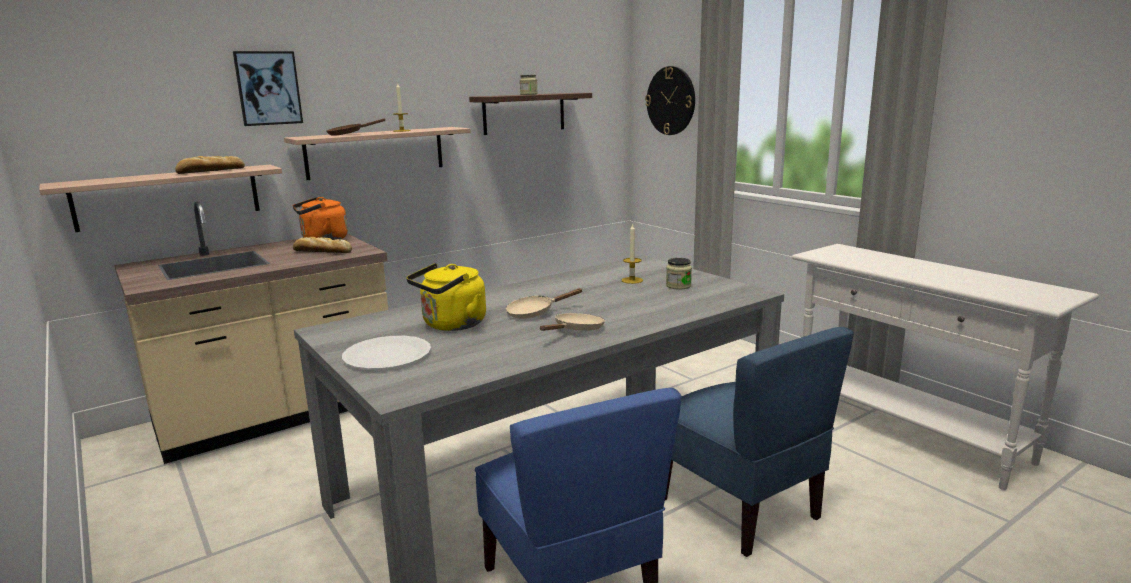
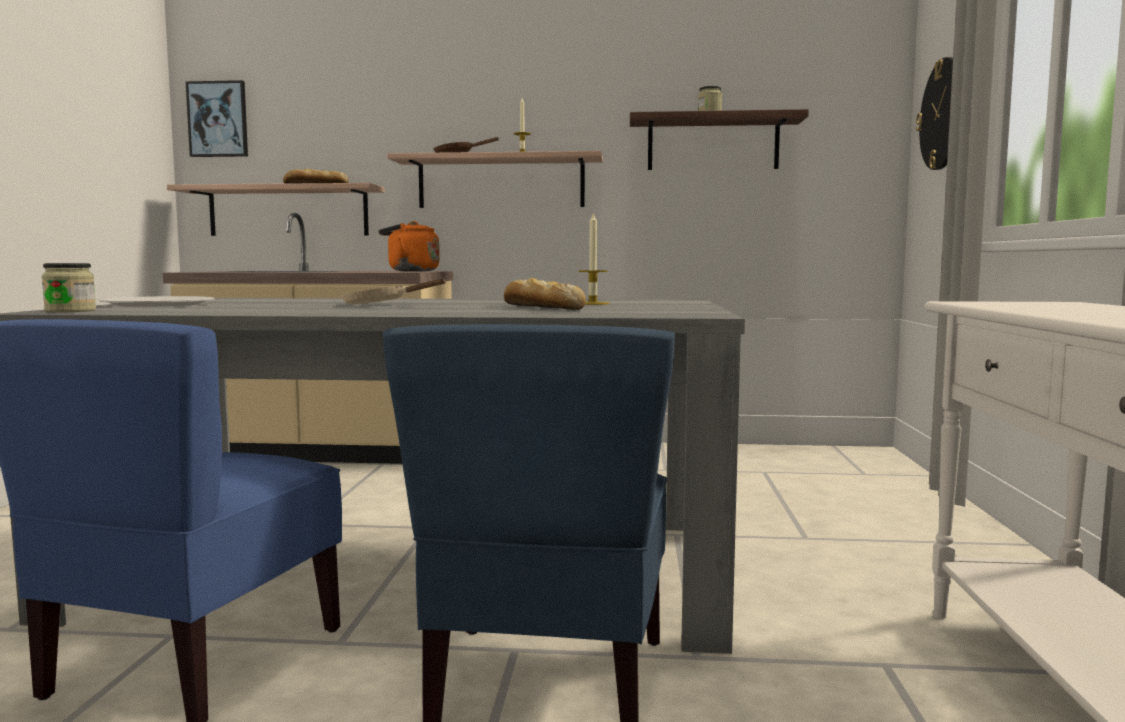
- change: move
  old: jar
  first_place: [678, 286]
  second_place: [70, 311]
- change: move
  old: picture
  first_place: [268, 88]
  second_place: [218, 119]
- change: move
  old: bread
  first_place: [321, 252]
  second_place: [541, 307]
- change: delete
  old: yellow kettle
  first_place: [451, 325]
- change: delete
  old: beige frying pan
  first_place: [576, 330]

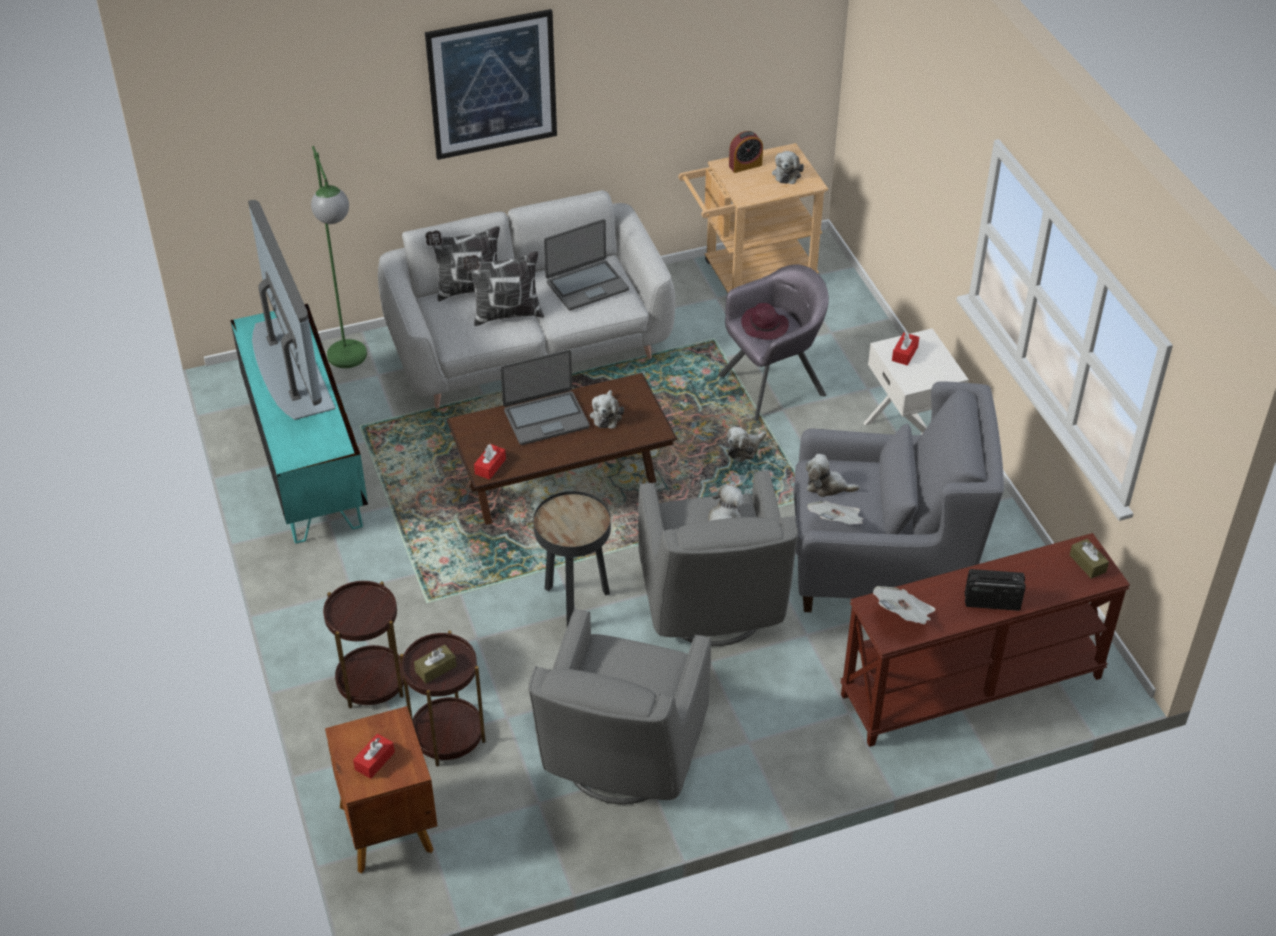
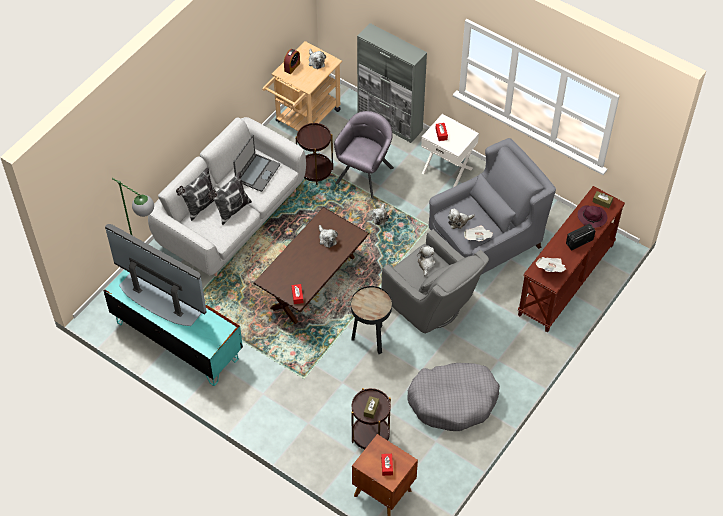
- change: move
  old: brown side table
  first_place: [371, 682]
  second_place: [315, 170]
- change: insert
  new: grey cabinet
  second_place: [390, 122]
- change: replace
  old: grey armchair
  new: grey dog bed
  first_place: [620, 760]
  second_place: [453, 401]
- change: move
  old: purple hat
  first_place: [765, 326]
  second_place: [592, 217]
- change: delete
  old: picture
  first_place: [492, 84]
- change: delete
  old: laptop
  first_place: [546, 418]

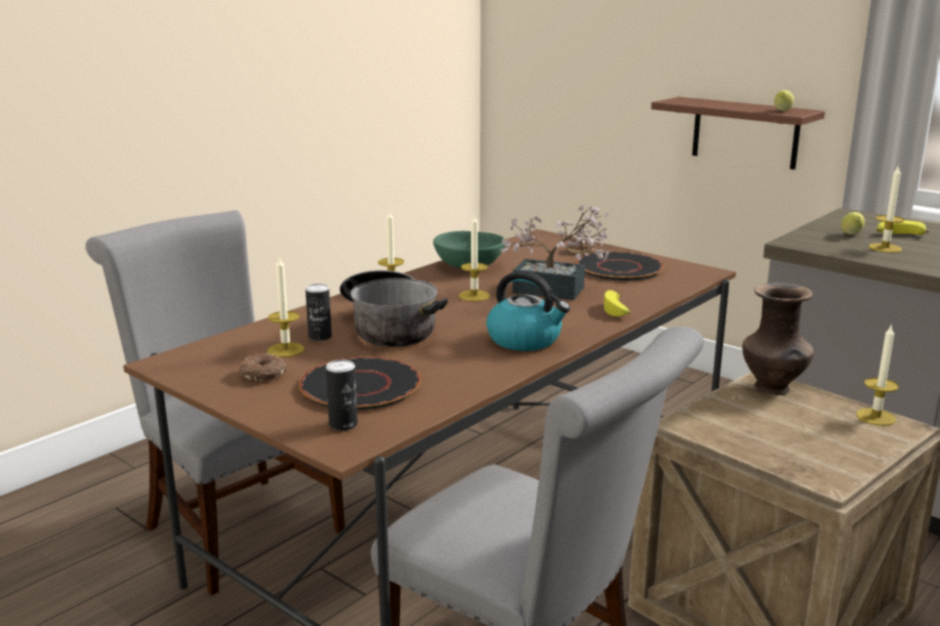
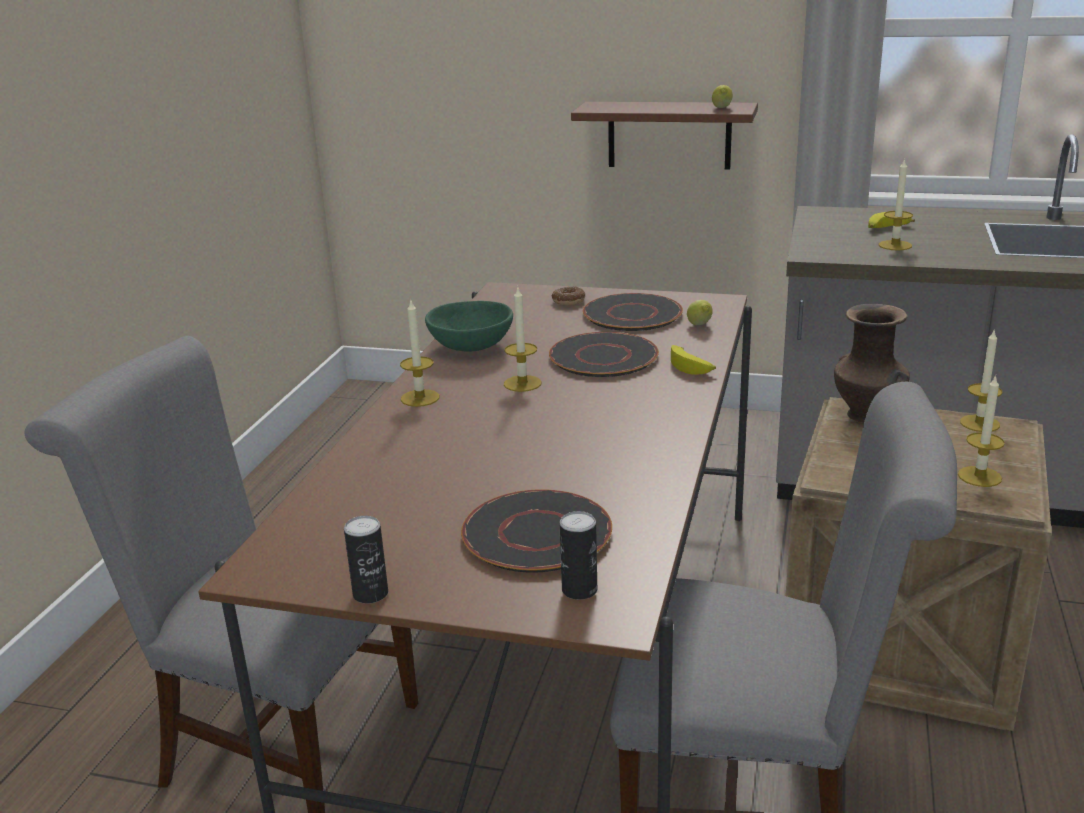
- change: move
  old: can
  first_place: [320, 337]
  second_place: [370, 594]
- change: replace
  old: potted plant
  new: black plate
  first_place: [557, 291]
  second_place: [603, 357]
- change: move
  old: lemon
  first_place: [851, 235]
  second_place: [700, 325]
- change: move
  old: candle
  first_place: [286, 350]
  second_place: [979, 476]
- change: delete
  old: donut
  first_place: [263, 375]
- change: delete
  old: cooking pot
  first_place: [390, 327]
- change: delete
  old: kettle
  first_place: [525, 340]

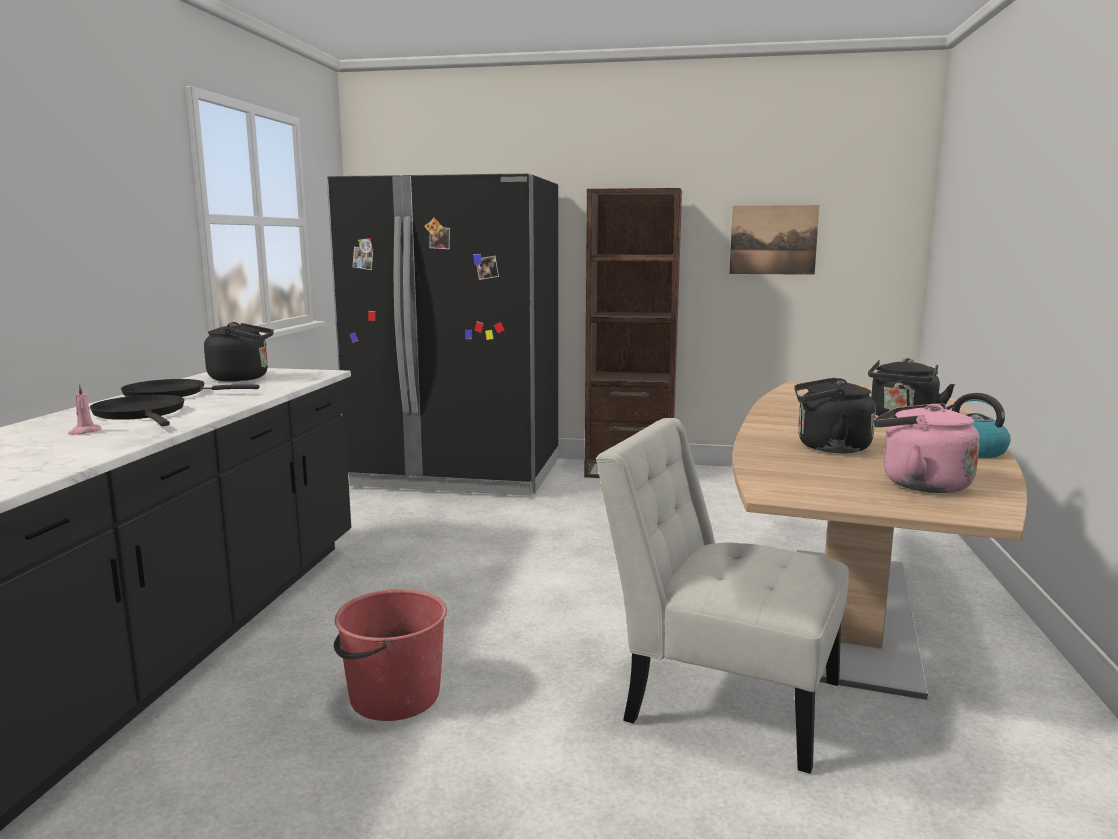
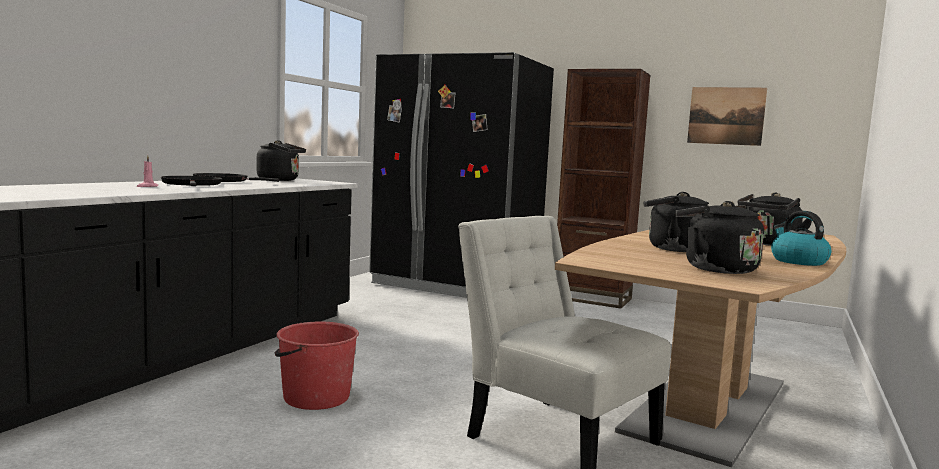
- change: recolor
  old: pink kettle
  new: black kettle
  first_place: [919, 484]
  second_place: [715, 269]

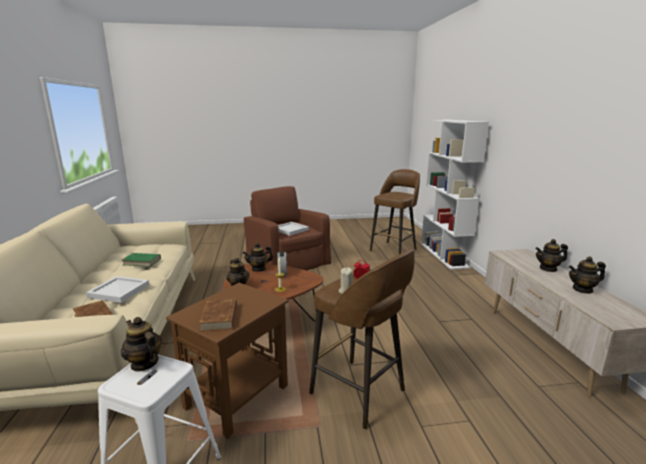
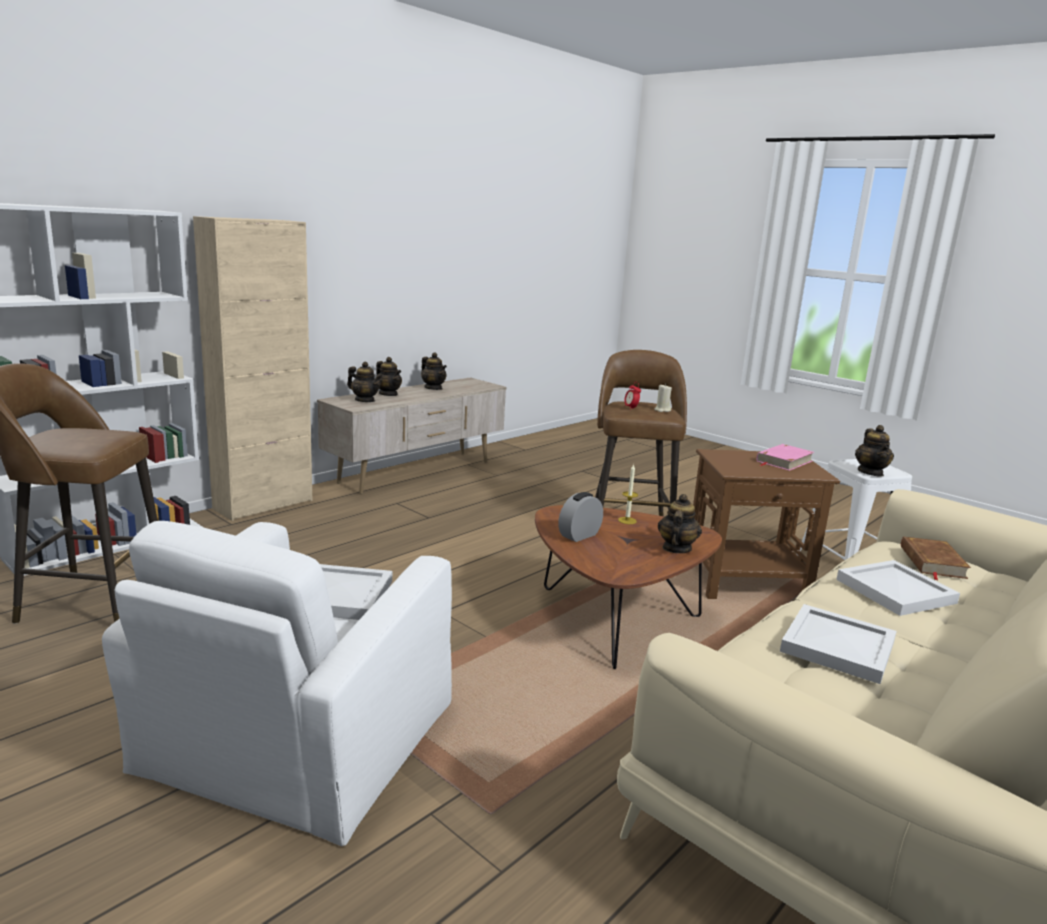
- change: recolor
  old: brown armchair
  new: white armchair
  first_place: [287, 260]
  second_place: [297, 738]
- change: insert
  new: beige cabinet
  second_place: [263, 504]
- change: move
  old: teapot
  first_place: [258, 269]
  second_place: [365, 400]
- change: recolor
  old: brown book
  new: pink book
  first_place: [219, 317]
  second_place: [784, 461]
- change: replace
  old: green book
  new: white tray
  first_place: [141, 262]
  second_place: [836, 647]

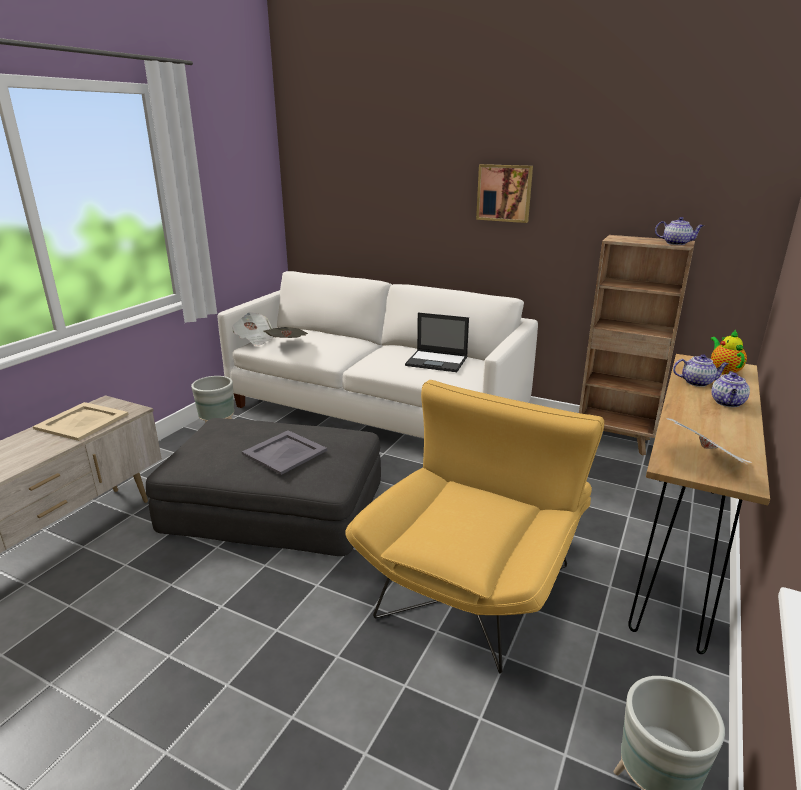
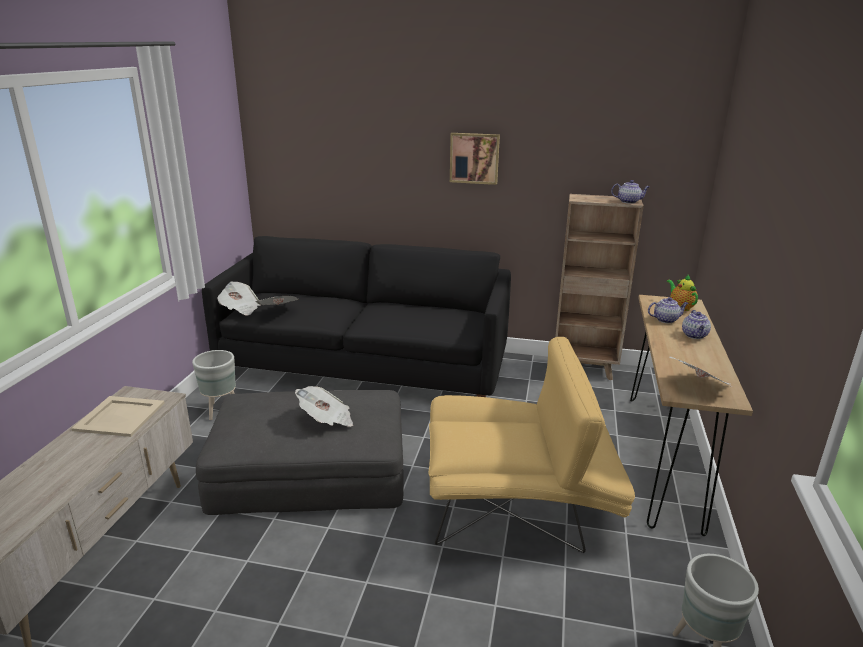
- change: recolor
  old: white sofa
  new: black sofa
  first_place: [376, 411]
  second_place: [365, 366]
- change: replace
  old: grey tray
  new: newspaper
  first_place: [285, 452]
  second_place: [326, 420]
- change: rotate
  old: yellow armchair
  first_place: [477, 578]
  second_place: [518, 507]
  degrees: 75
- change: delete
  old: laptop
  first_place: [437, 361]

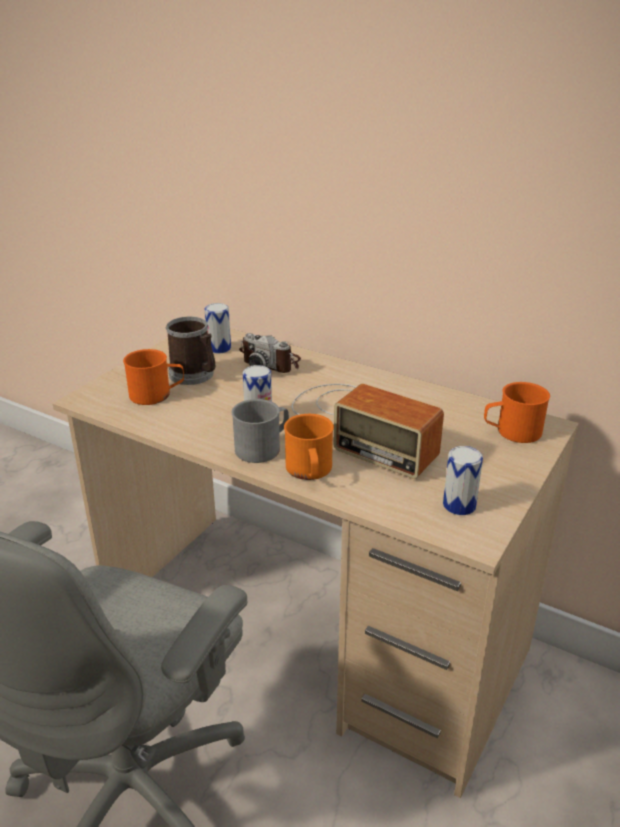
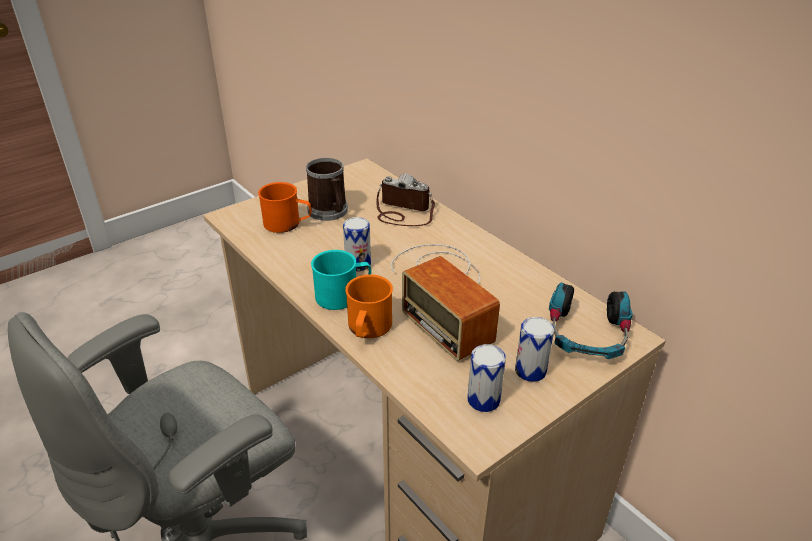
- change: recolor
  old: grey mug
  new: turquoise mug
  first_place: [263, 447]
  second_place: [343, 295]
- change: rotate
  old: photo camera
  first_place: [272, 362]
  second_place: [403, 212]
  degrees: 150
- change: move
  old: can
  first_place: [219, 348]
  second_place: [530, 371]
- change: replace
  old: orange mug
  new: headphones
  first_place: [512, 432]
  second_place: [586, 334]

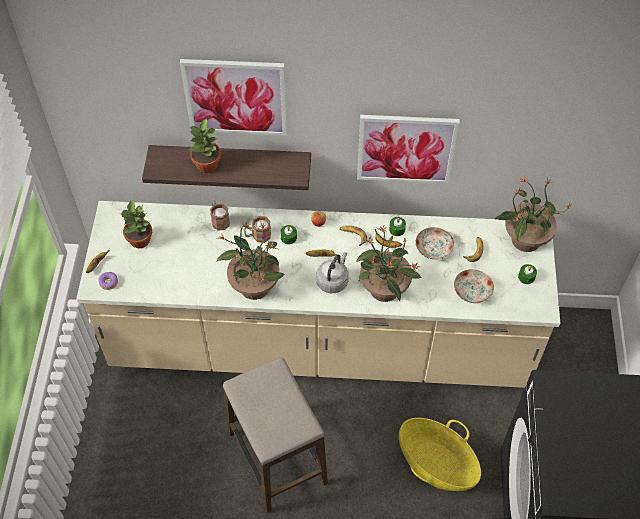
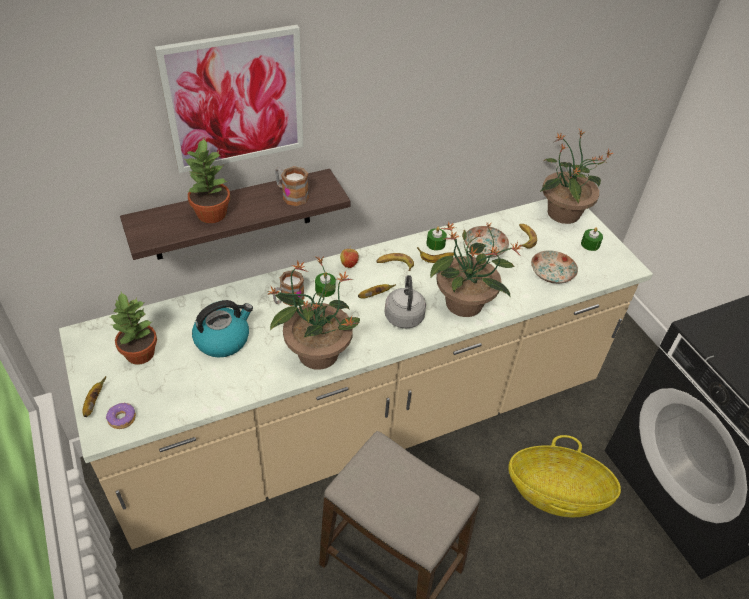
- change: insert
  new: kettle
  second_place: [223, 339]
- change: move
  old: mug
  first_place: [219, 220]
  second_place: [291, 195]
- change: delete
  old: picture
  first_place: [406, 148]

